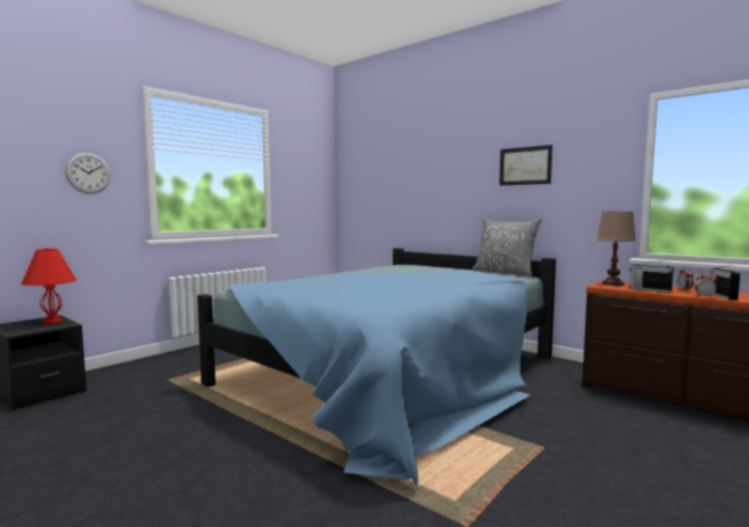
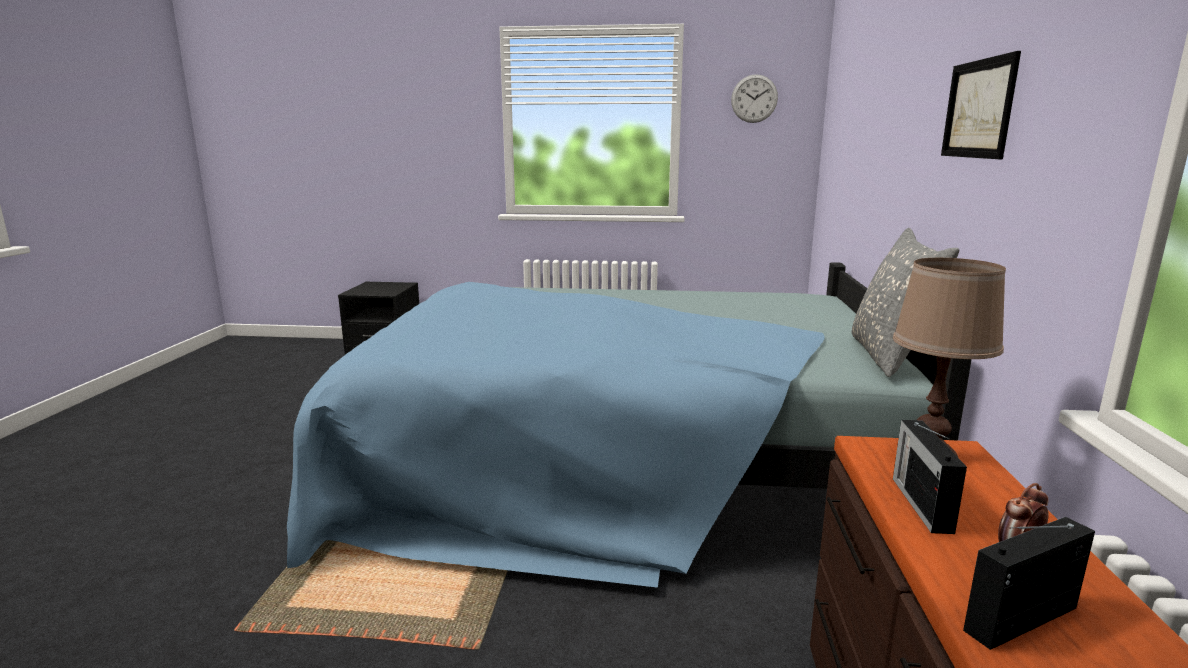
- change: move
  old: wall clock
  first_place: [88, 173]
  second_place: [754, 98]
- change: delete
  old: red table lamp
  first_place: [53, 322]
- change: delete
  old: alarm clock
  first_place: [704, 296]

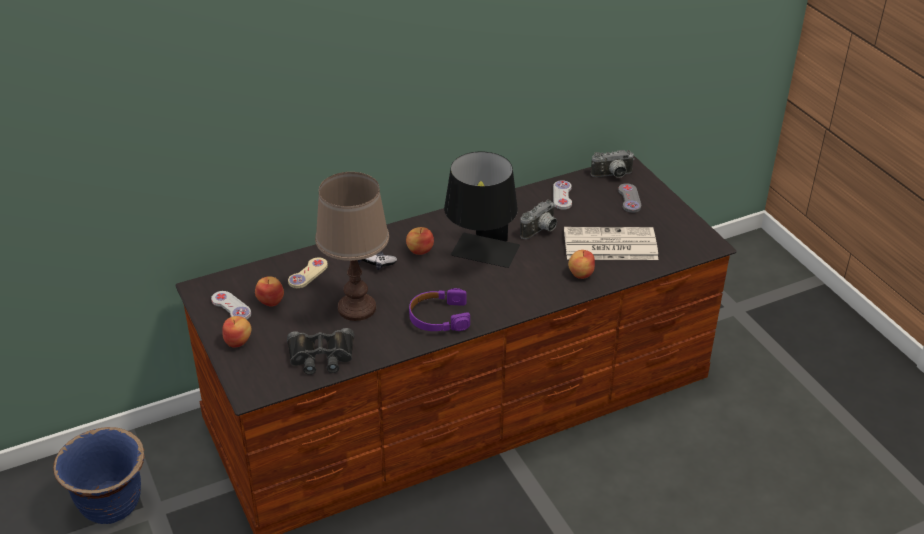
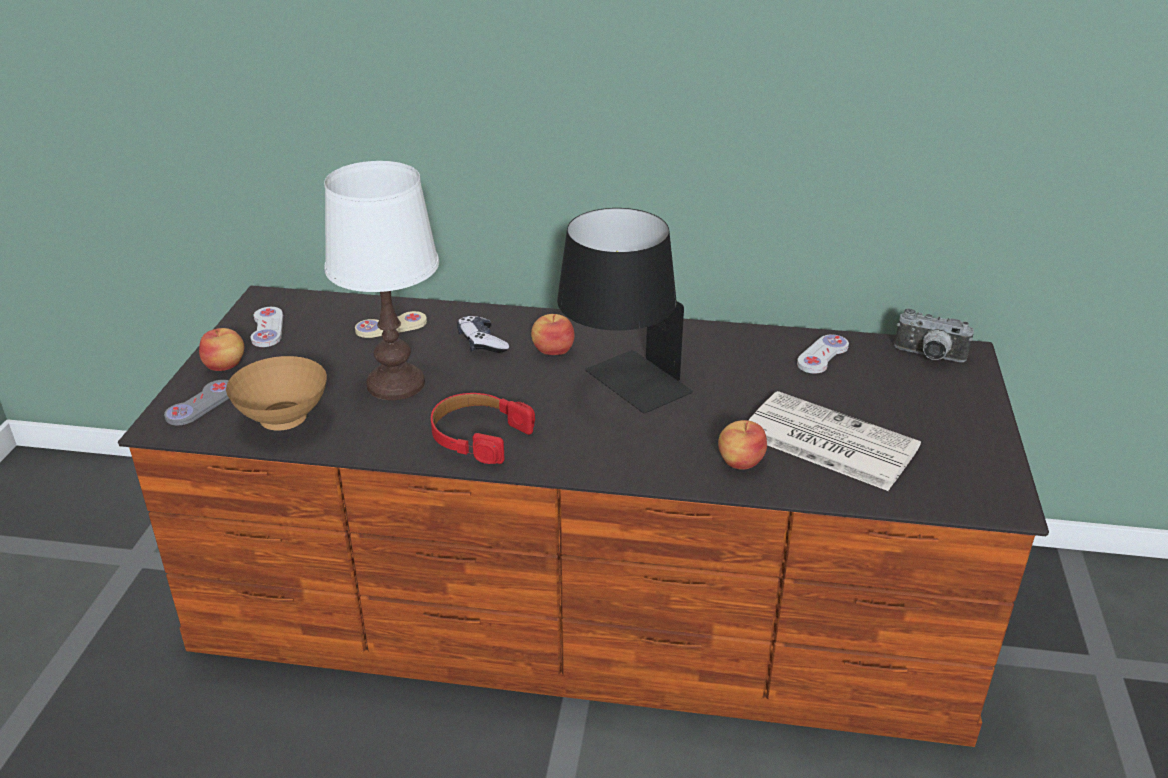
- change: move
  old: grey game controller
  first_place: [629, 199]
  second_place: [201, 404]
- change: replace
  old: black binoculars
  new: brown bowl
  first_place: [321, 356]
  second_place: [285, 420]
- change: recolor
  old: brown table lamp
  new: white table lamp
  first_place: [356, 308]
  second_place: [396, 383]
- change: recolor
  old: purple headphones
  new: red headphones
  first_place: [439, 317]
  second_place: [478, 436]
- change: delete
  old: blue planter
  first_place: [112, 505]
- change: delete
  old: apple
  first_place: [271, 300]
- change: delete
  old: photo camera
  first_place: [541, 231]

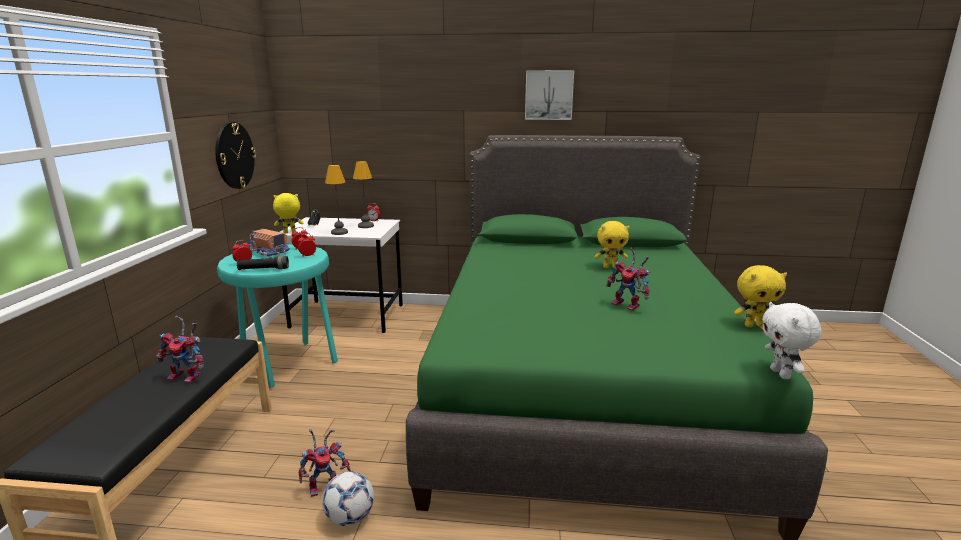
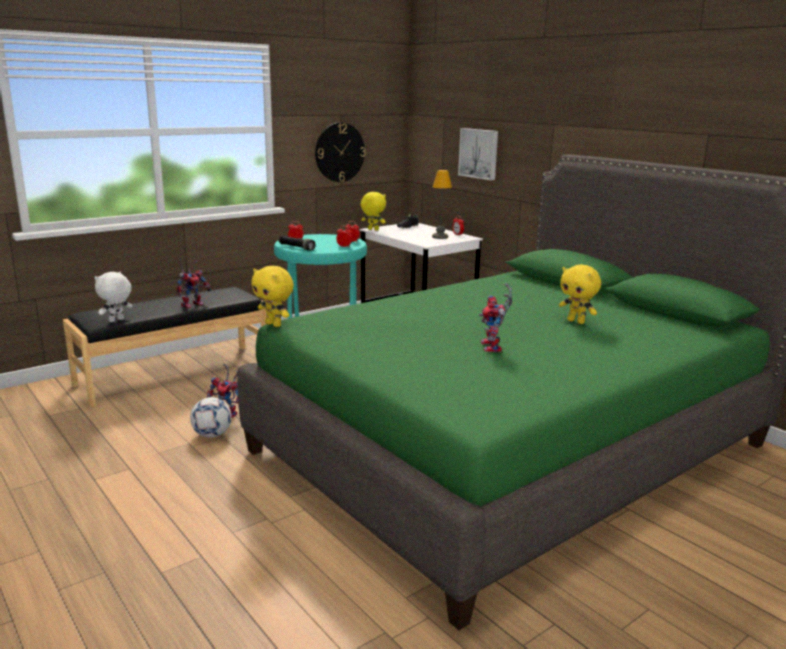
- change: move
  old: white plush toy
  first_place: [781, 374]
  second_place: [116, 320]
- change: rotate
  old: toy robot
  first_place: [188, 376]
  second_place: [192, 304]
  degrees: -105
- change: move
  old: yellow plush toy
  first_place: [753, 325]
  second_place: [274, 324]
- change: move
  old: picture
  first_place: [549, 95]
  second_place: [479, 153]
- change: delete
  old: toy truck
  first_place: [267, 253]
- change: delete
  old: table lamp
  first_place: [339, 233]

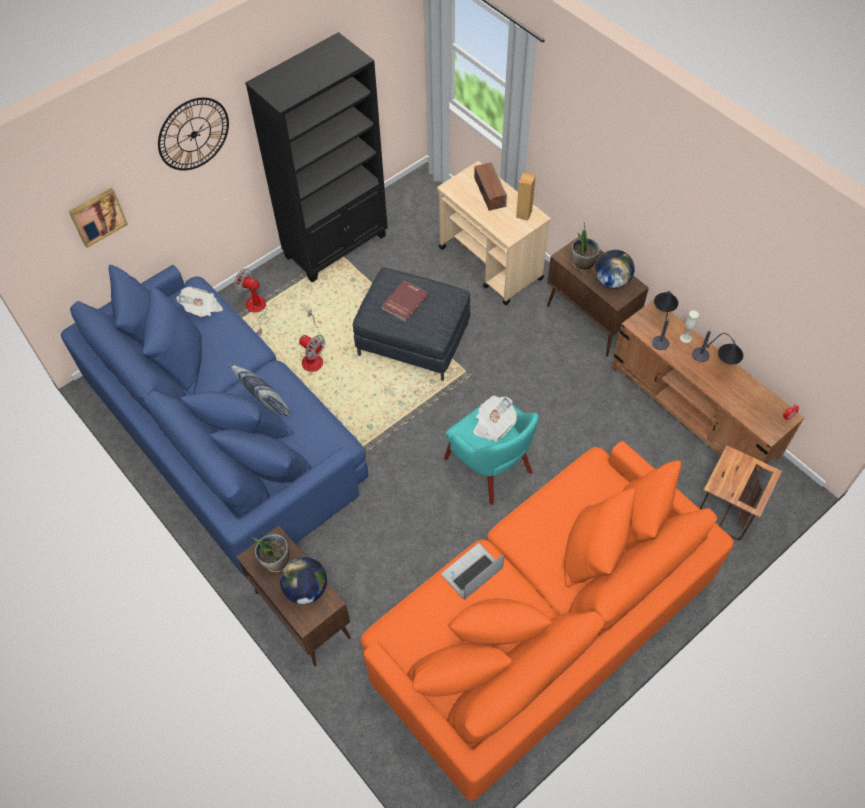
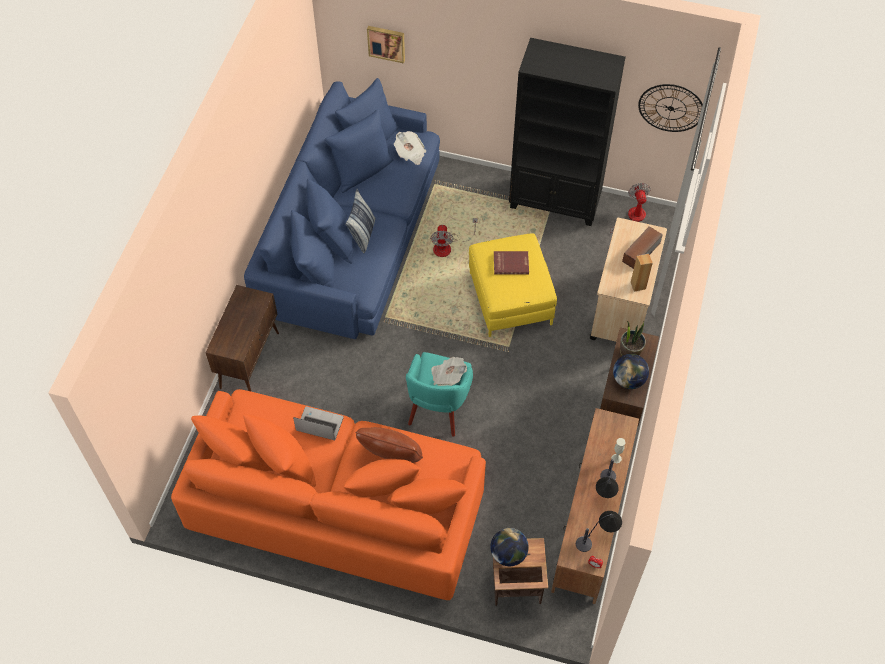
- change: insert
  new: brown pillow
  second_place: [391, 458]
- change: recolor
  old: grey ottoman
  new: yellow ottoman
  first_place: [414, 339]
  second_place: [510, 298]
- change: move
  old: globe
  first_place: [306, 589]
  second_place: [508, 554]
- change: move
  old: table lamp
  first_place: [660, 329]
  second_place: [598, 537]
- change: move
  old: fan
  first_place: [256, 311]
  second_place: [632, 218]
- change: move
  old: wall clock
  first_place: [193, 134]
  second_place: [671, 108]
- change: delete
  old: potted plant
  first_place: [276, 561]

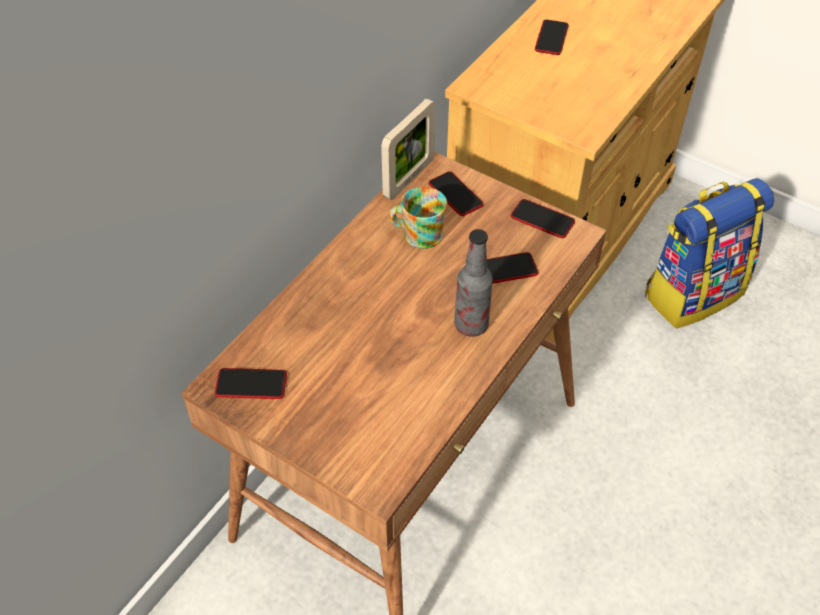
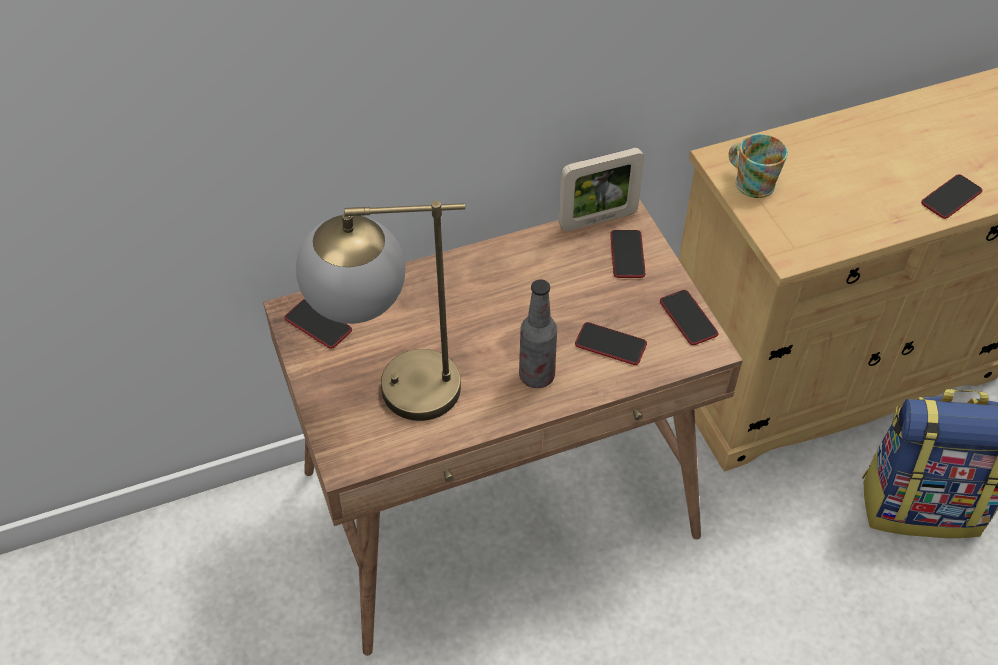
- change: insert
  new: table lamp
  second_place: [391, 391]
- change: move
  old: mug
  first_place: [417, 234]
  second_place: [750, 181]
- change: move
  old: phone
  first_place: [551, 38]
  second_place: [951, 197]

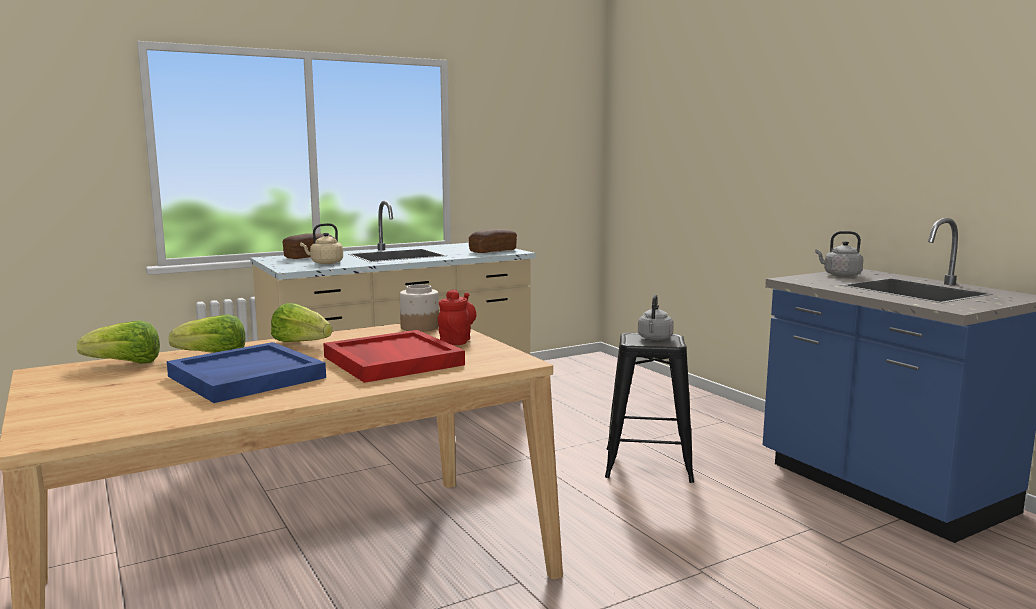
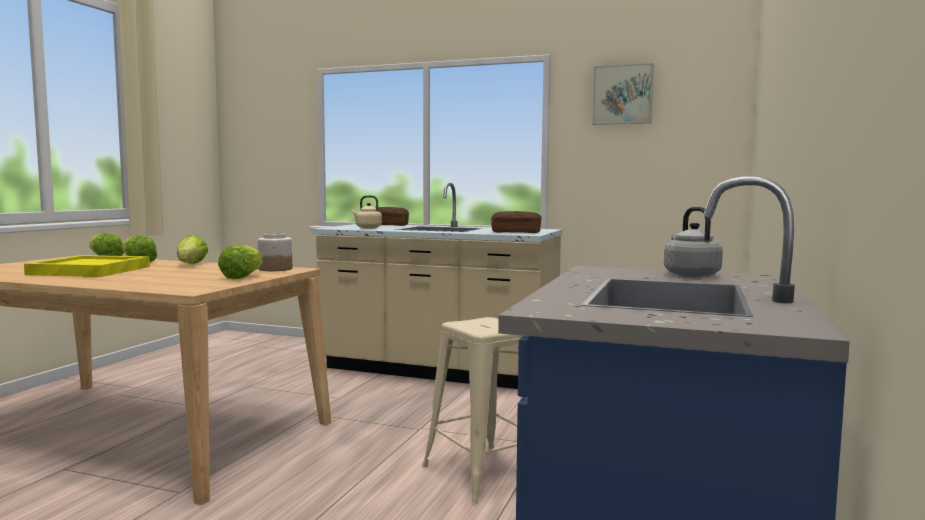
- change: recolor
  old: blue tray
  new: yellow tray
  first_place: [246, 377]
  second_place: [89, 270]
- change: replace
  old: red teapot
  new: lettuce
  first_place: [456, 341]
  second_place: [242, 277]
- change: recolor
  old: black stool
  new: beige stool
  first_place: [648, 465]
  second_place: [483, 473]
- change: insert
  new: picture
  second_place: [622, 95]
- change: delete
  old: red tray
  first_place: [391, 361]
- change: delete
  old: grey kettle
  first_place: [654, 338]

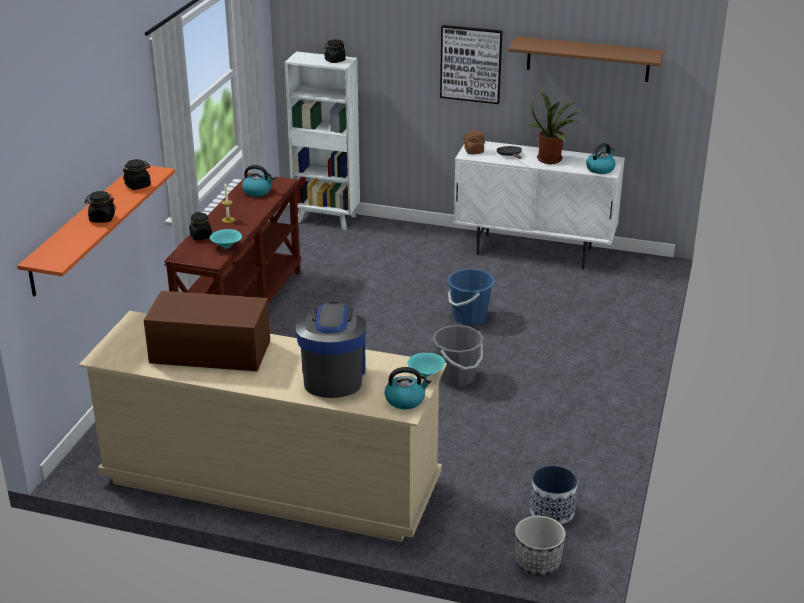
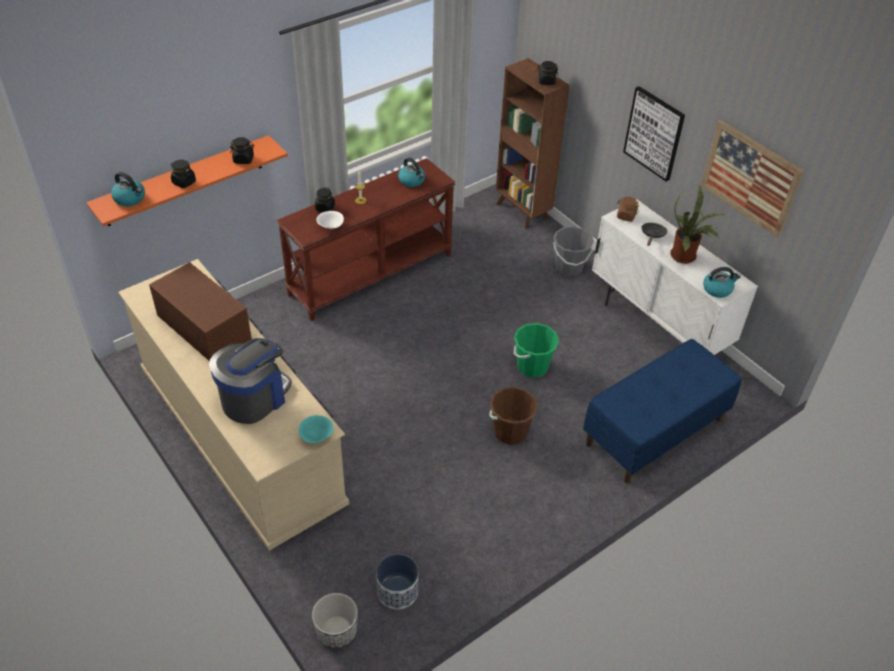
- change: move
  old: kettle
  first_place: [405, 400]
  second_place: [130, 198]
- change: recolor
  old: turquoise bowl
  new: white bowl
  first_place: [227, 247]
  second_place: [331, 227]
- change: insert
  new: brown bucket
  second_place: [510, 432]
- change: recolor
  old: white bookcase
  new: brown bookcase
  first_place: [327, 219]
  second_place: [522, 211]
- change: recolor
  old: blue bucket
  new: green bucket
  first_place: [469, 317]
  second_place: [532, 366]
- change: move
  old: grey bucket
  first_place: [457, 377]
  second_place: [569, 266]
- change: insert
  new: blue bench
  second_place: [654, 432]
- change: replace
  old: brown shelf
  new: picture
  first_place: [588, 59]
  second_place: [750, 178]

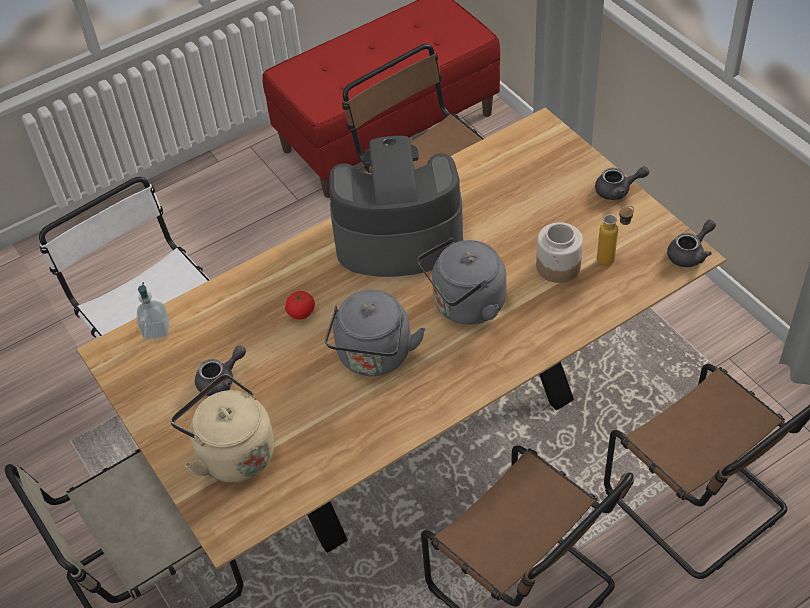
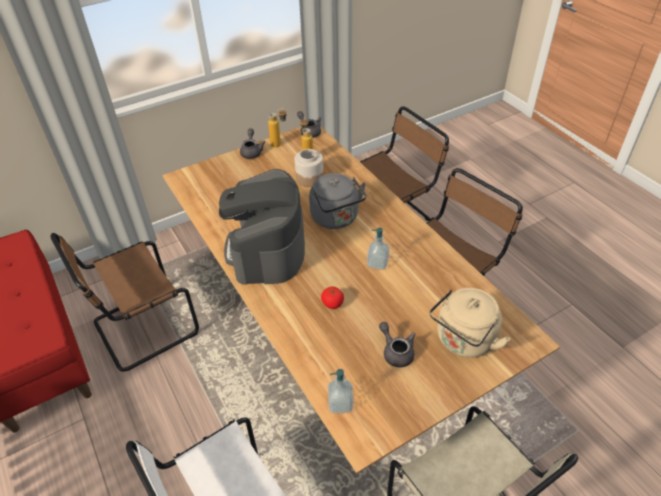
- change: insert
  new: bottle
  second_place: [280, 145]
- change: replace
  old: grey kettle
  new: soap dispenser
  first_place: [374, 357]
  second_place: [377, 263]

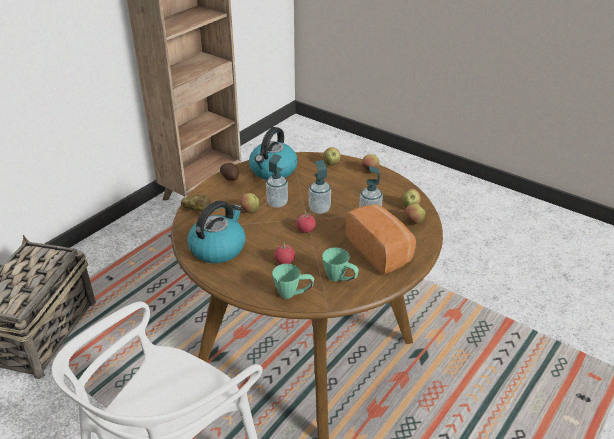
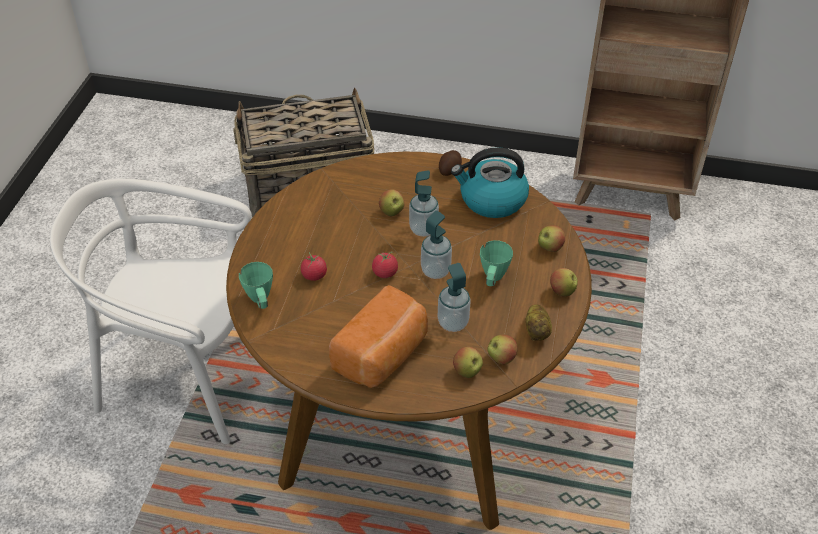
- change: move
  old: green mug
  first_place: [340, 279]
  second_place: [493, 281]
- change: move
  old: potato
  first_place: [197, 210]
  second_place: [537, 331]
- change: delete
  old: kettle
  first_place: [218, 248]

